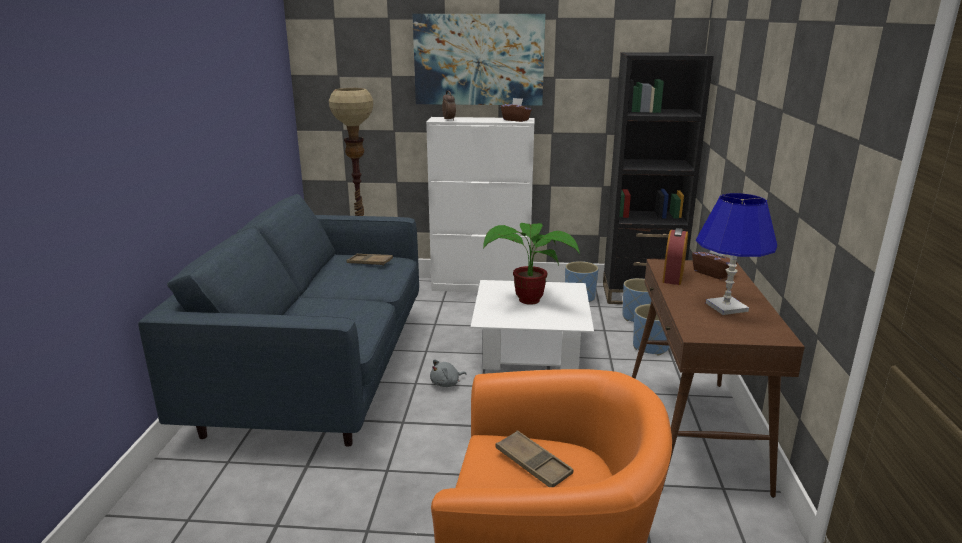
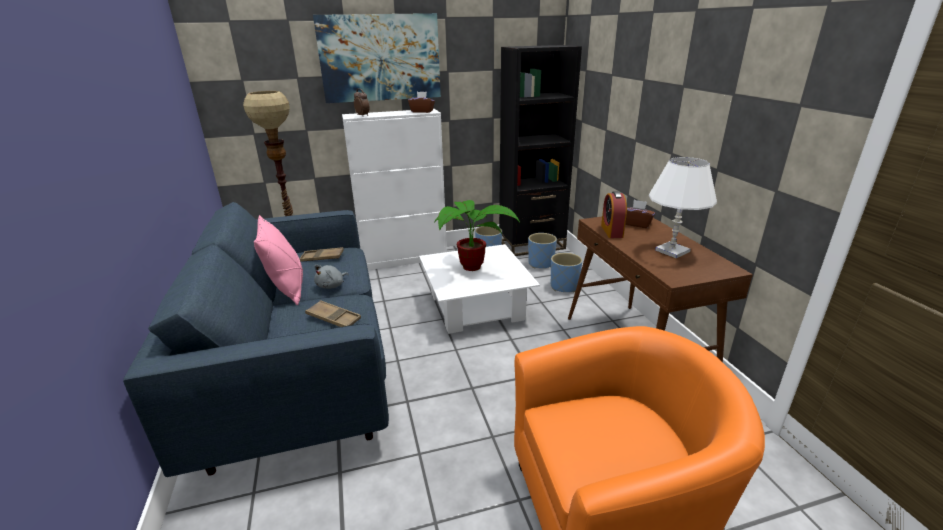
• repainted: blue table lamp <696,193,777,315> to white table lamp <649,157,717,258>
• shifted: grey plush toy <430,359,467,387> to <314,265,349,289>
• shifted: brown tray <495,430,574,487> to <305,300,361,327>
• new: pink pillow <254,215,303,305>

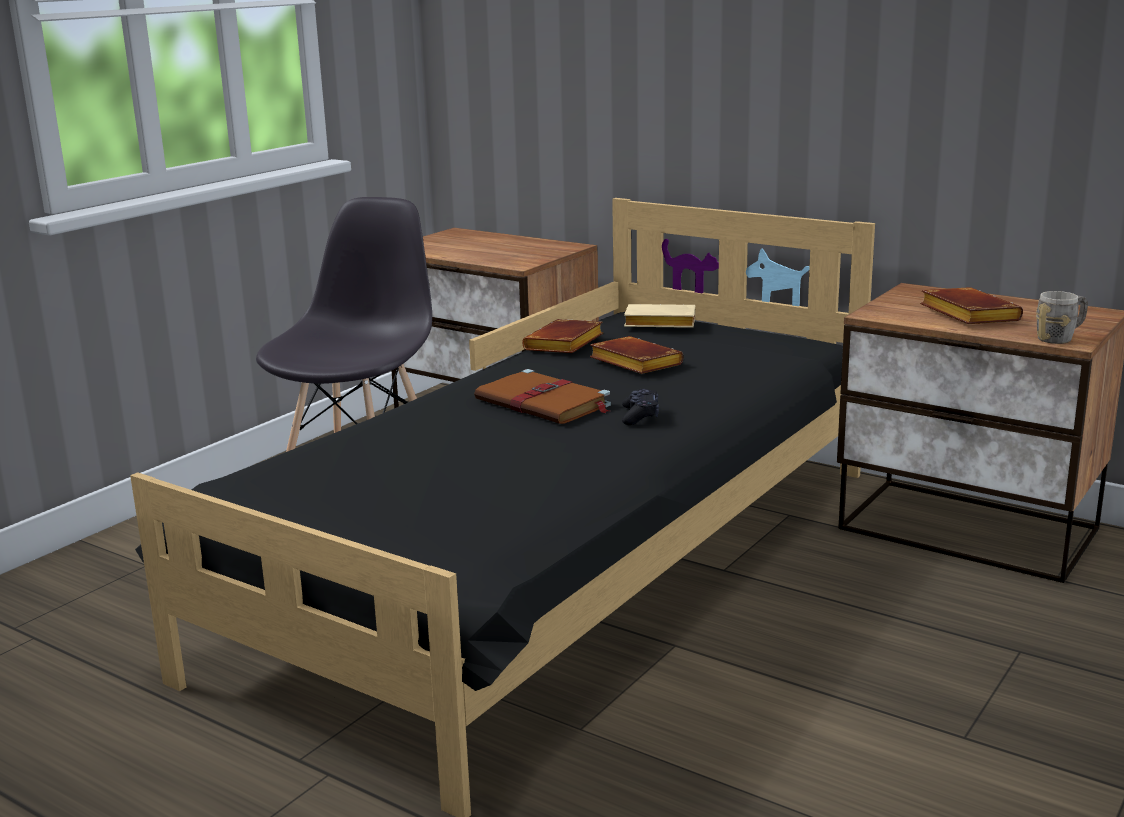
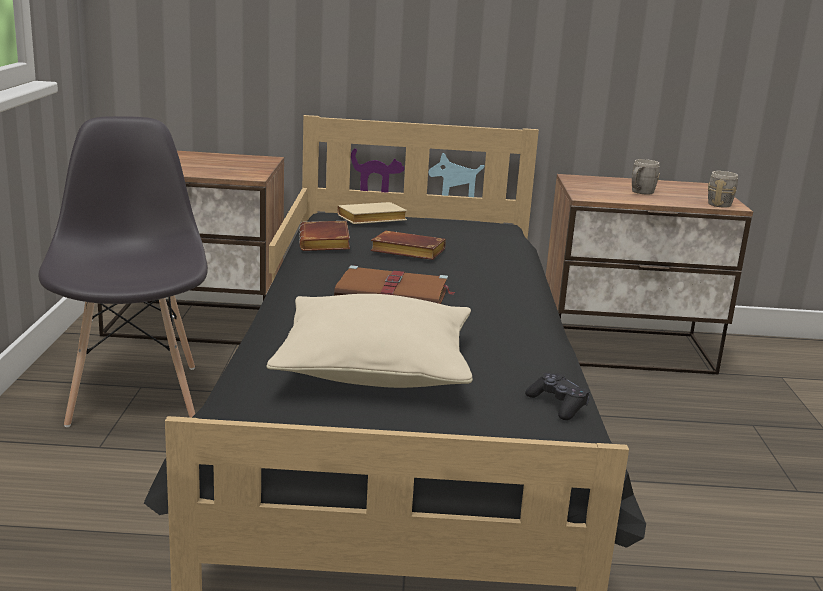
• swapped: brown book <920,287,1023,324> to grey mug <632,159,660,195>
• shifted: black game controller <622,389,659,425> to <525,373,590,420>
• new: beige pillow <267,294,473,388>

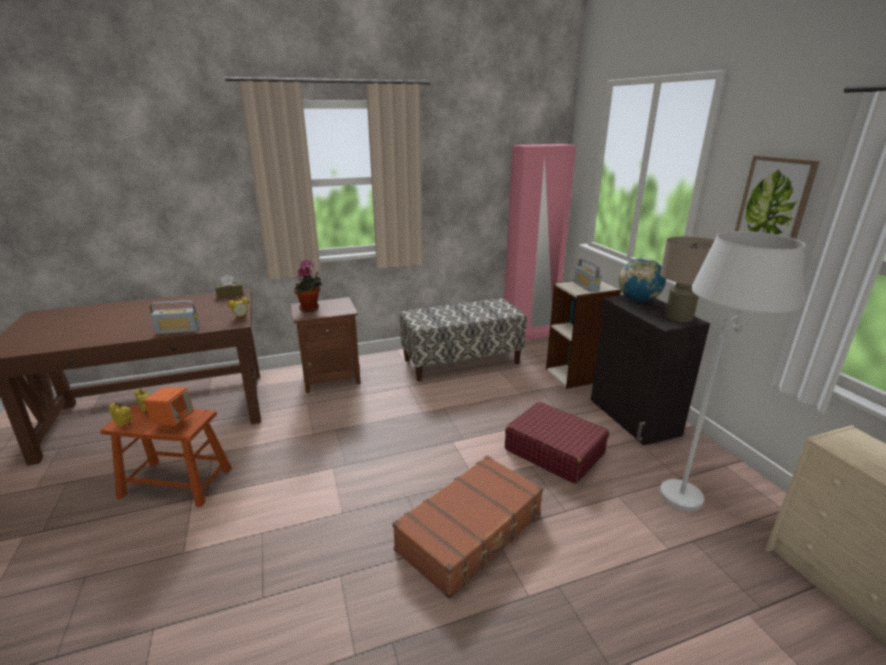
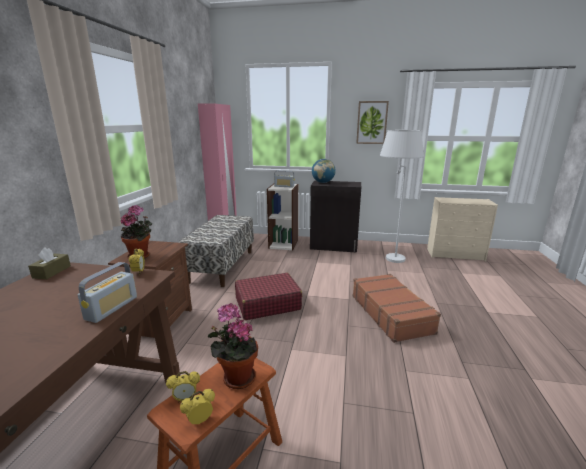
• gone: beige table lamp <660,237,715,322>
• swapped: orange speaker <143,387,194,431> to potted plant <208,303,258,389>
• shifted: red suitcase <505,402,609,484> to <235,273,302,320>

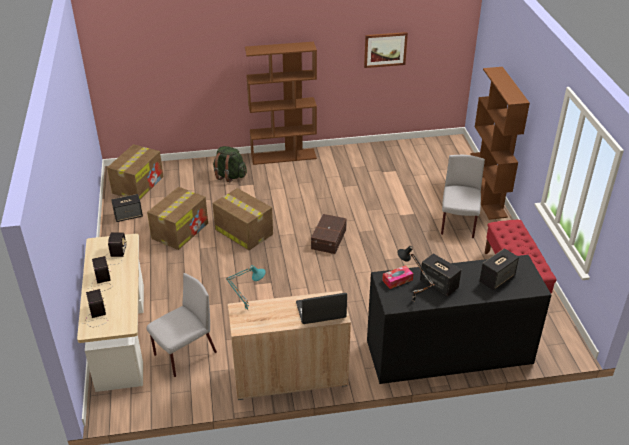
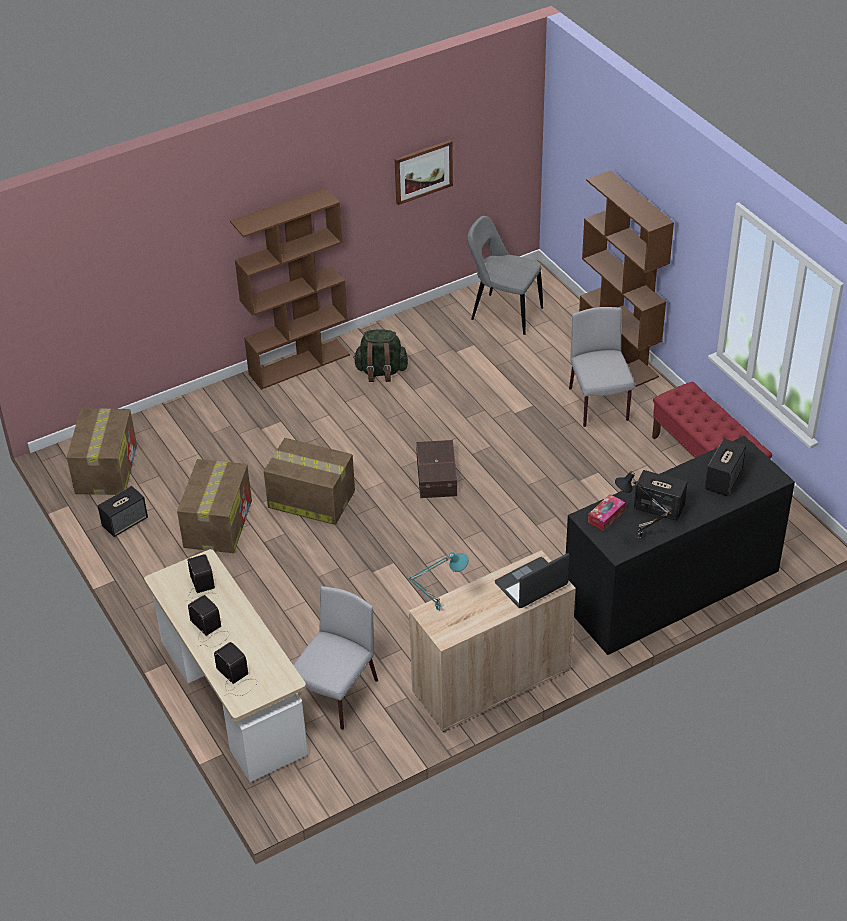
• shifted: green backpack <213,146,247,182> to <353,329,408,382>
• new: grey chair <467,216,543,335>

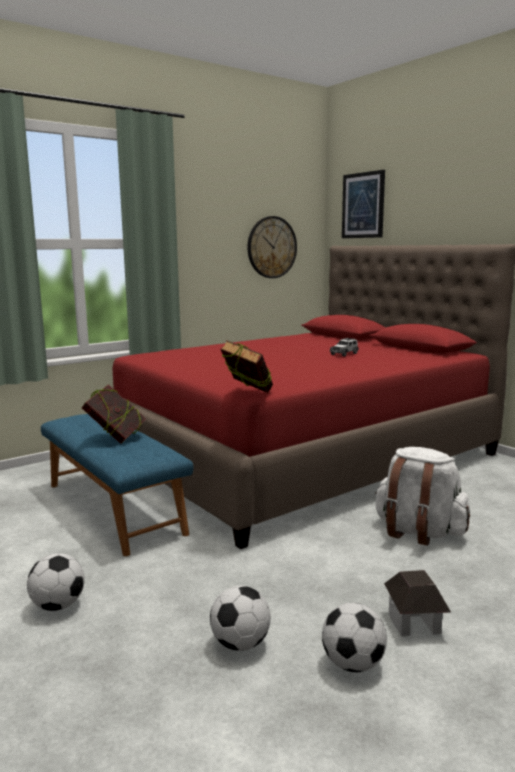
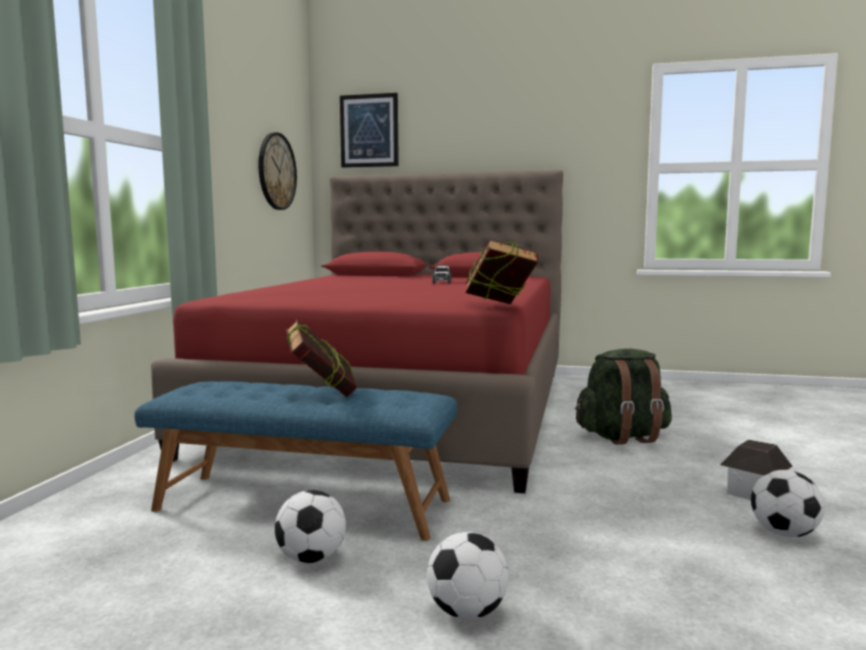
• repainted: white backpack <375,447,470,546> to green backpack <575,349,672,445>
• shifted: football <210,586,271,651> to <275,490,346,563>

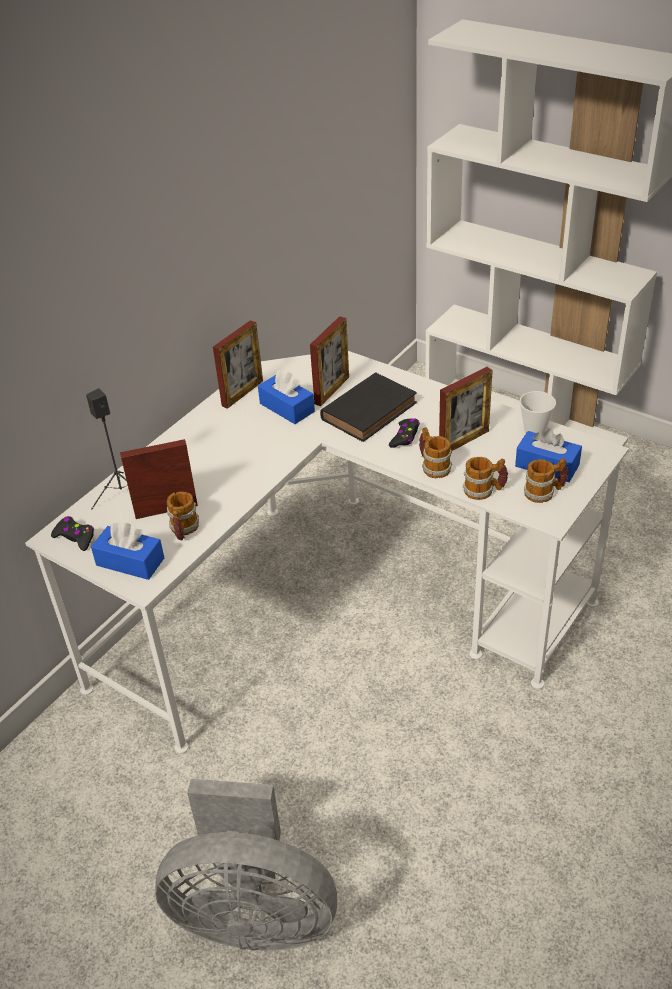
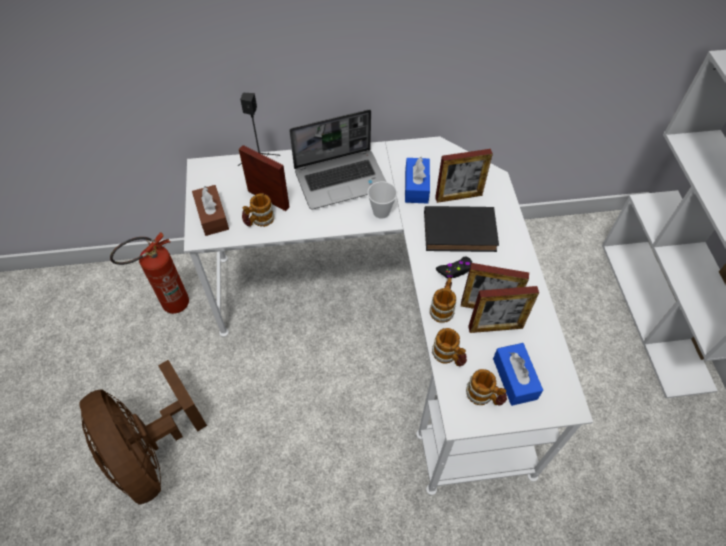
• shifted: picture frame <213,320,263,409> to <468,286,539,333>
• shifted: cup <519,391,556,434> to <367,181,397,219>
• gone: black game controller <51,516,94,551>
• repainted: blue tissue box <91,522,164,580> to brown tissue box <192,185,229,236>
• repainted: grey fan <155,779,337,951> to brown fan <80,360,207,505>
• new: laptop <289,109,386,209>
• new: fire extinguisher <110,232,189,314>

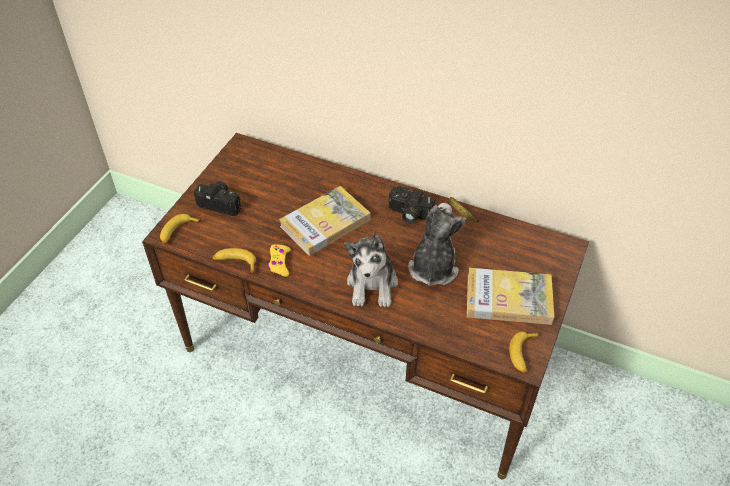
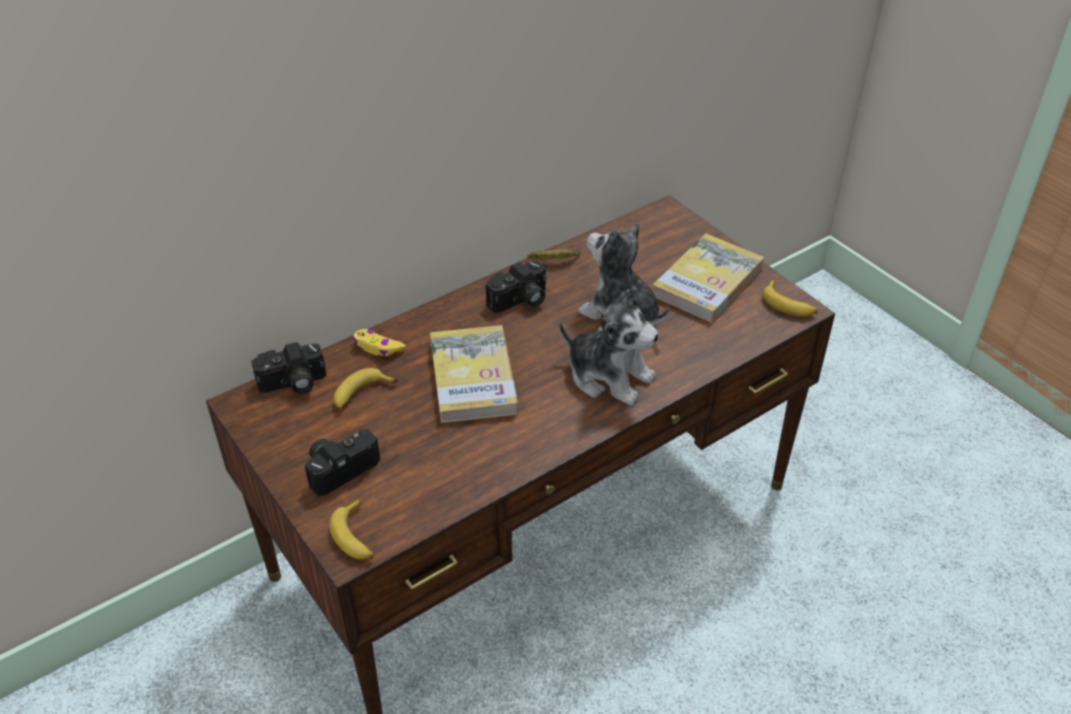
• shifted: yellow game controller <268,244,291,277> to <353,329,406,356>
• shifted: banana <212,248,256,273> to <333,368,397,410>
• new: photo camera <251,342,327,394>

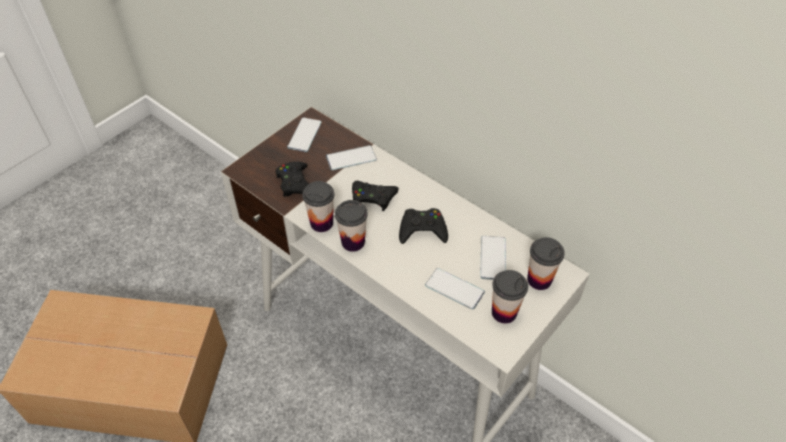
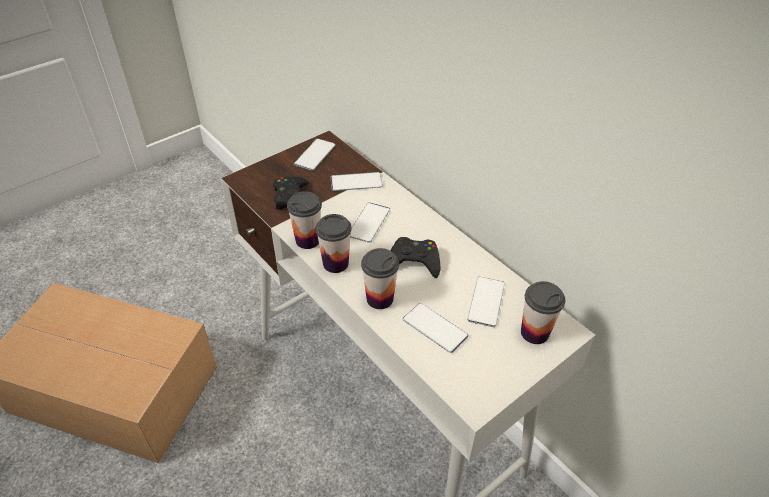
• swapped: black game controller <352,181,399,211> to phone <350,202,390,243>
• shifted: cup <492,270,528,324> to <361,248,399,309>

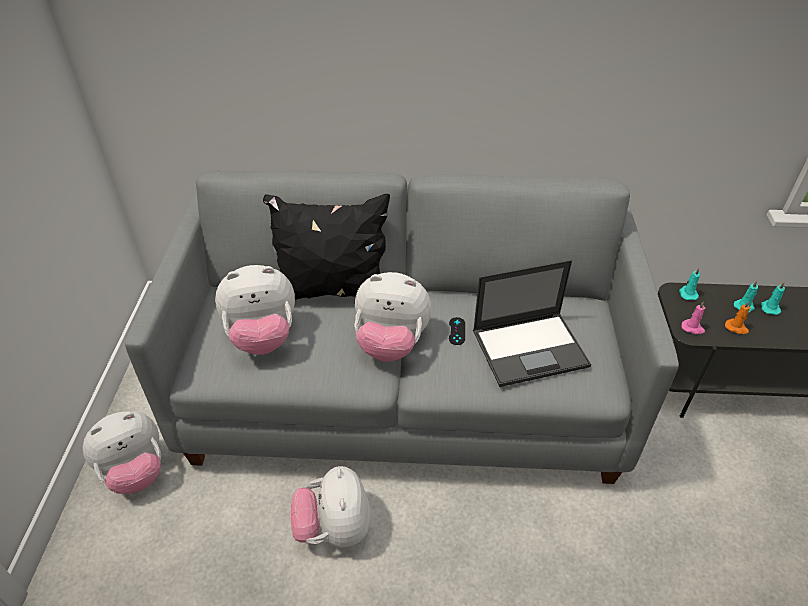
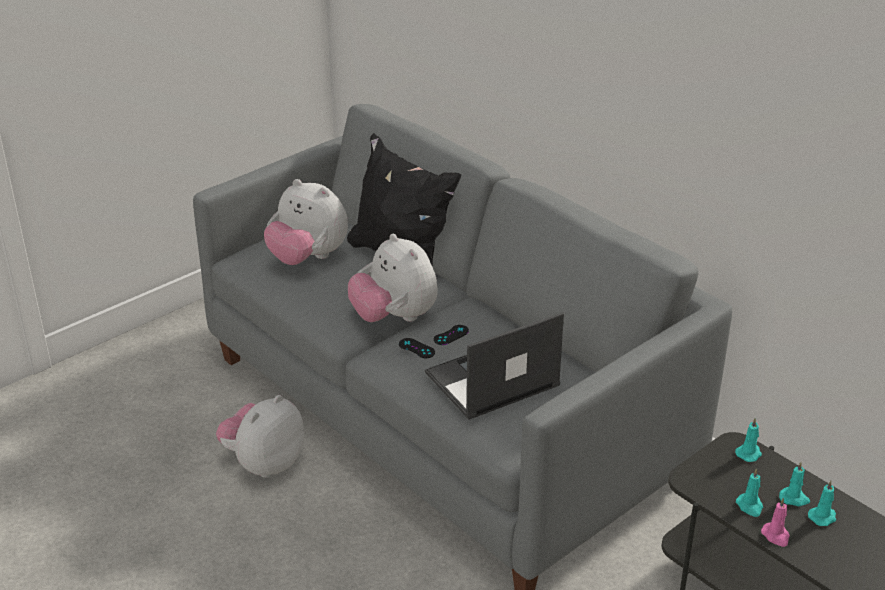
• rotated: laptop <473,260,591,387> = <425,312,564,420> 120 degrees clockwise
• shifted: pink candle <682,301,705,334> to <761,498,790,547>
• repainted: orange candle <725,301,750,334> to turquoise candle <736,468,763,517>
• gone: plush toy <83,411,161,494>
• new: black game controller <399,338,435,358>

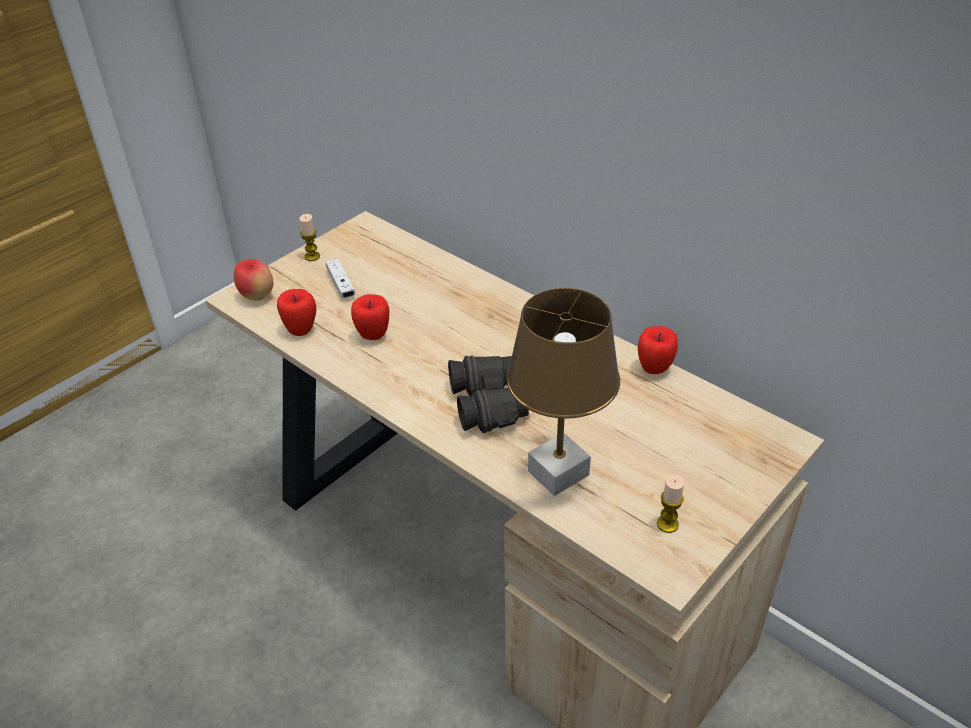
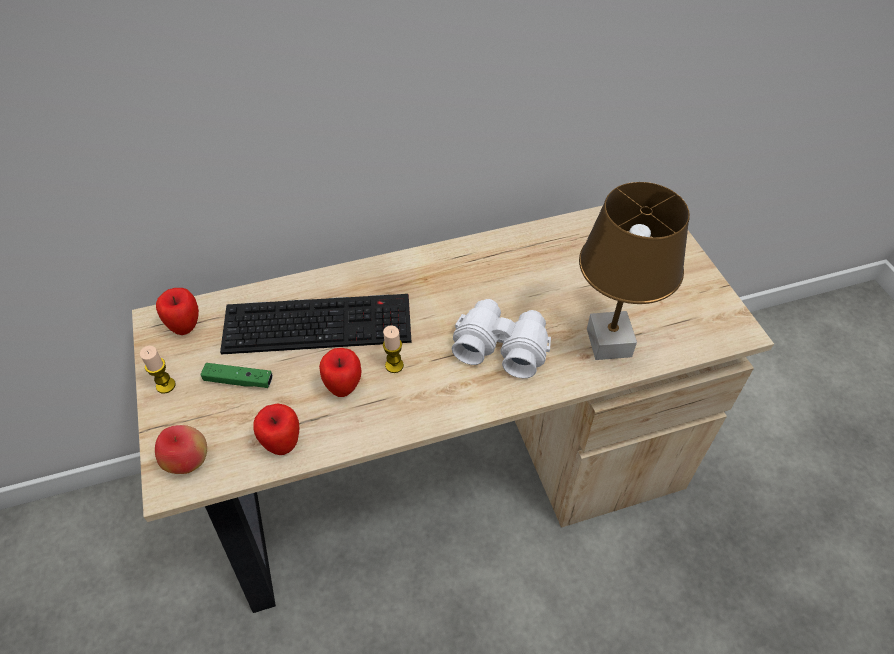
• repainted: white game controller <326,258,355,298> to green game controller <201,363,273,388>
• shifted: apple <638,326,678,374> to <156,288,199,335>
• repainted: black binoculars <448,355,529,433> to white binoculars <452,299,551,378>
• shifted: candle <657,474,684,533> to <383,325,404,373>
• new: keyboard <220,294,412,355>

